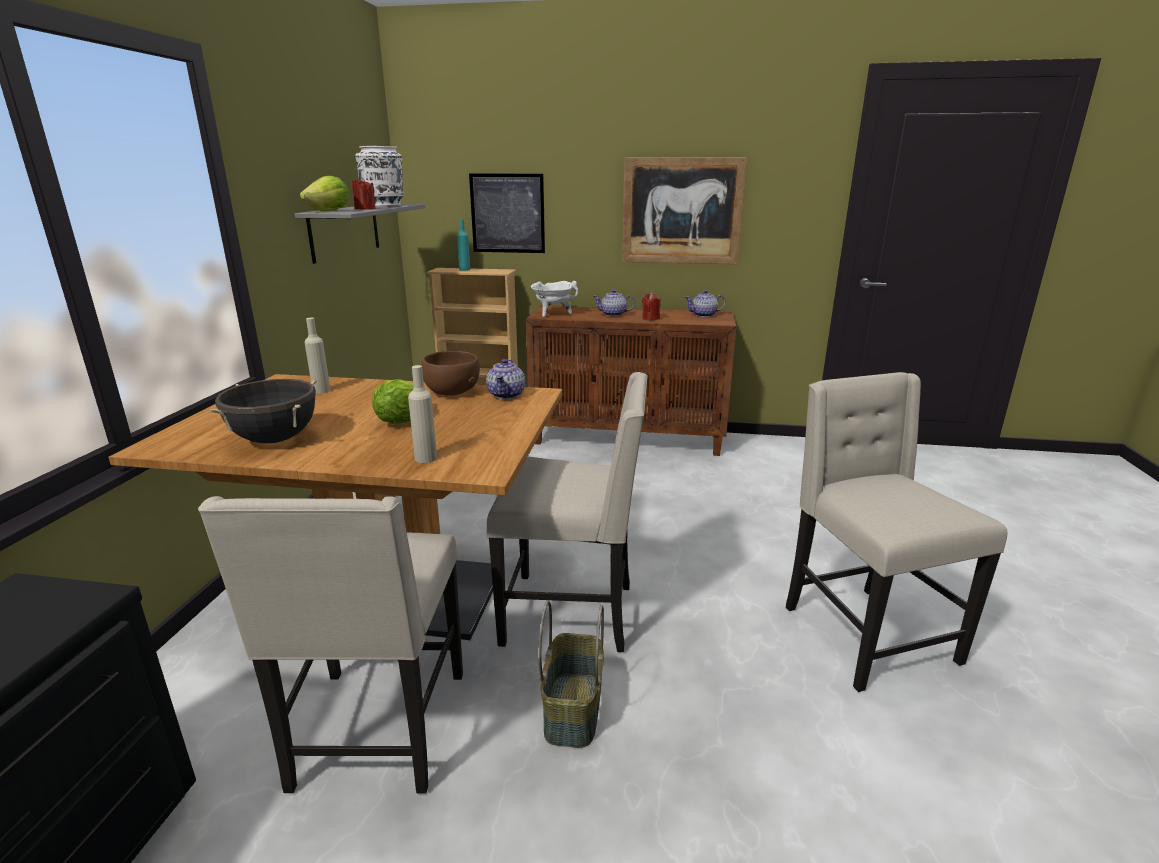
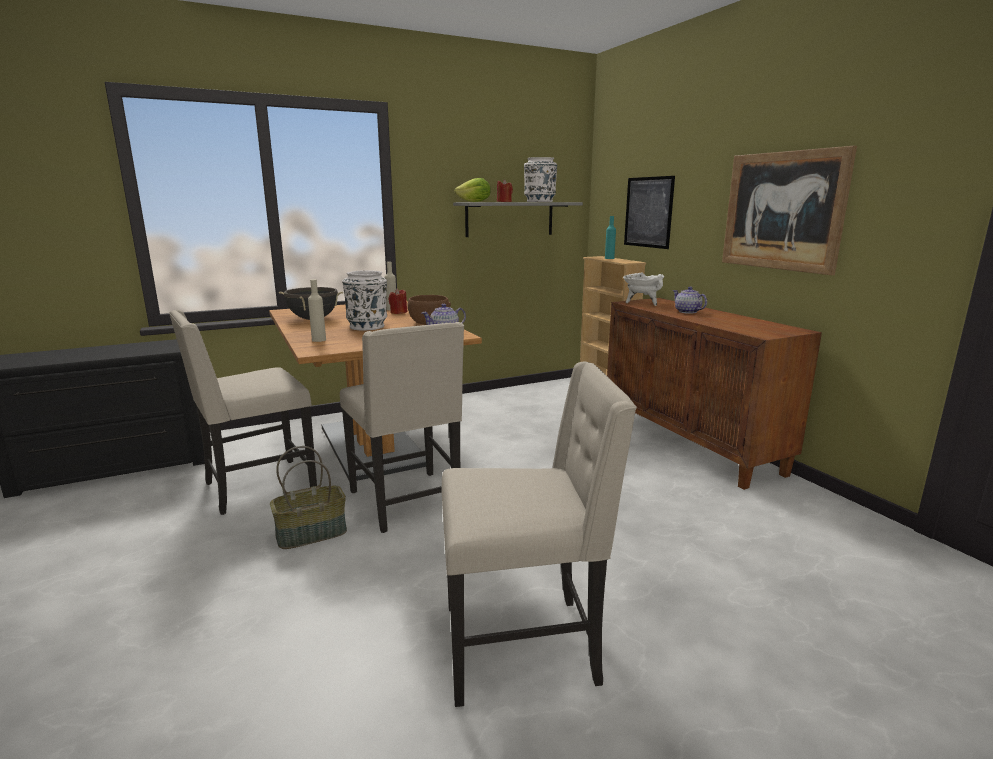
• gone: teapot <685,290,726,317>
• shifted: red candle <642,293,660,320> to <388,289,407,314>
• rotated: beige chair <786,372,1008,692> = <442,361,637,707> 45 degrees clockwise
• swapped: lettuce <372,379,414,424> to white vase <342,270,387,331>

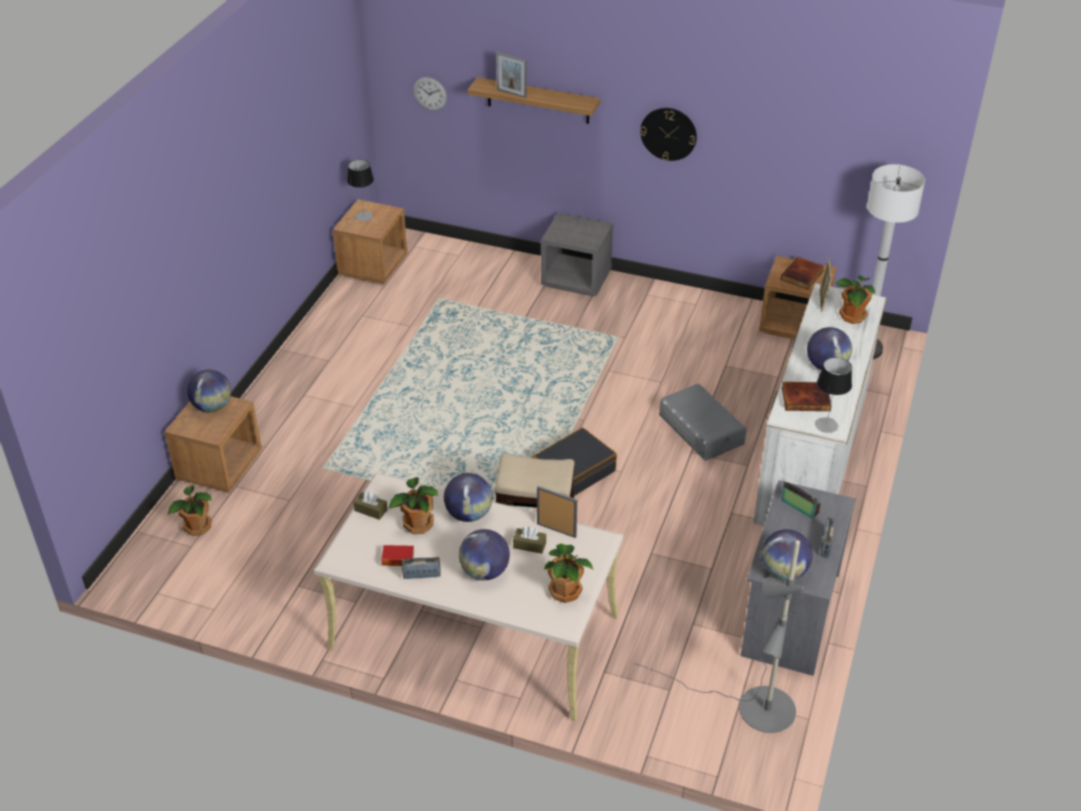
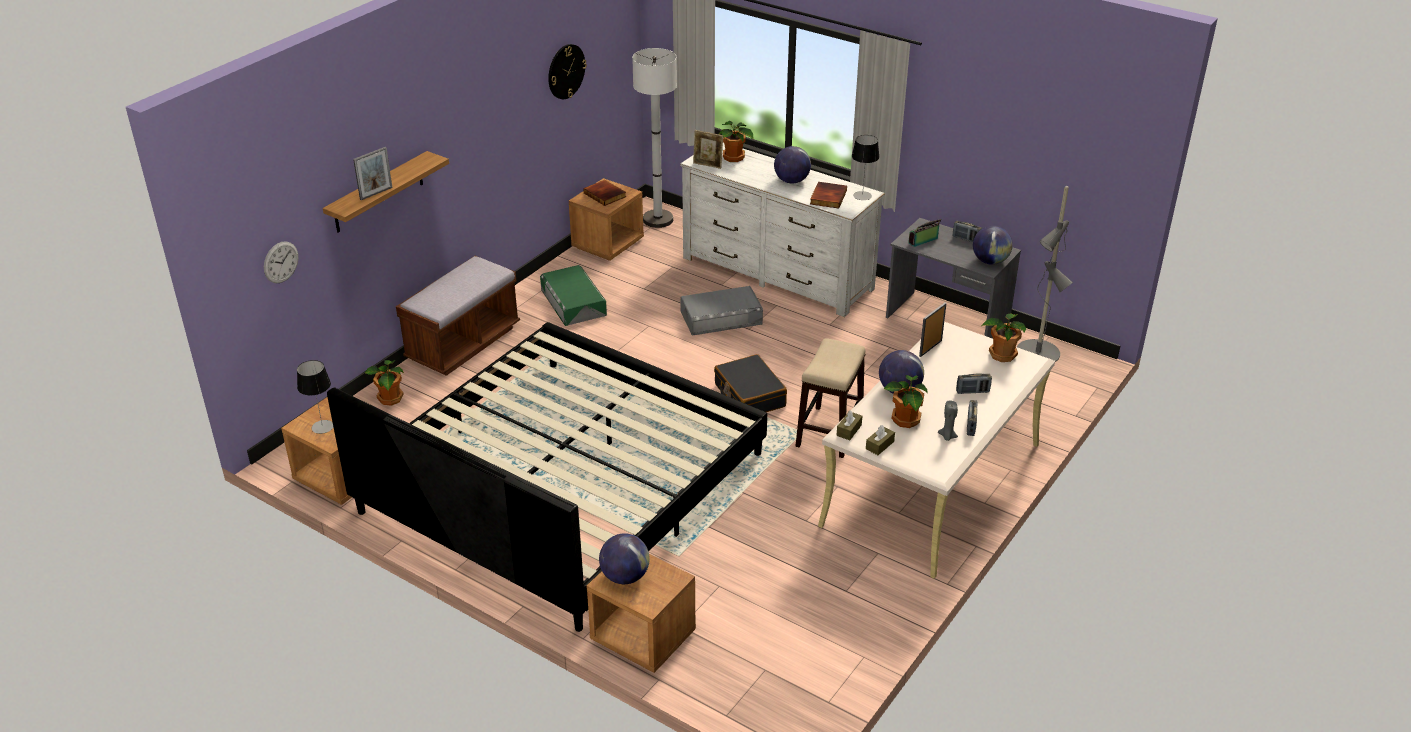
• shifted: wall clock <640,108,697,161> to <548,44,587,99>
• swapped: grey nightstand <541,213,613,296> to brown bench <396,256,520,376>
• shifted: potted plant <168,485,212,536> to <365,360,404,406>
• shifted: brown tissue box <513,527,546,554> to <836,410,862,440>
• swapped: globe <459,529,510,580> to radio <956,373,992,394>
• swapped: book <381,545,414,566> to grey candle <938,401,958,441>
• new: green storage box <540,265,607,326>
• new: bed <327,322,767,632>

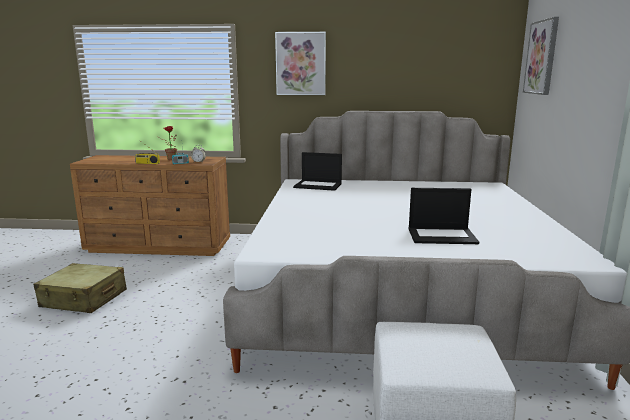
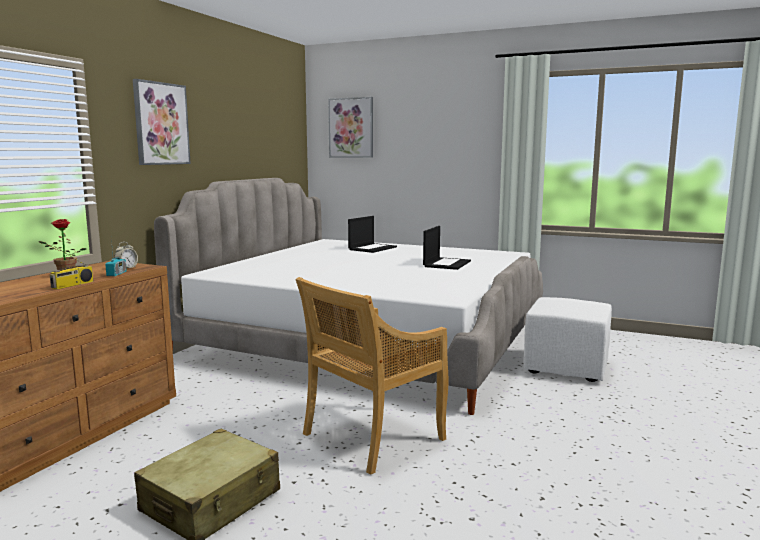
• shifted: laptop <293,152,342,191> to <348,216,397,253>
• new: beige chair <296,277,449,475>

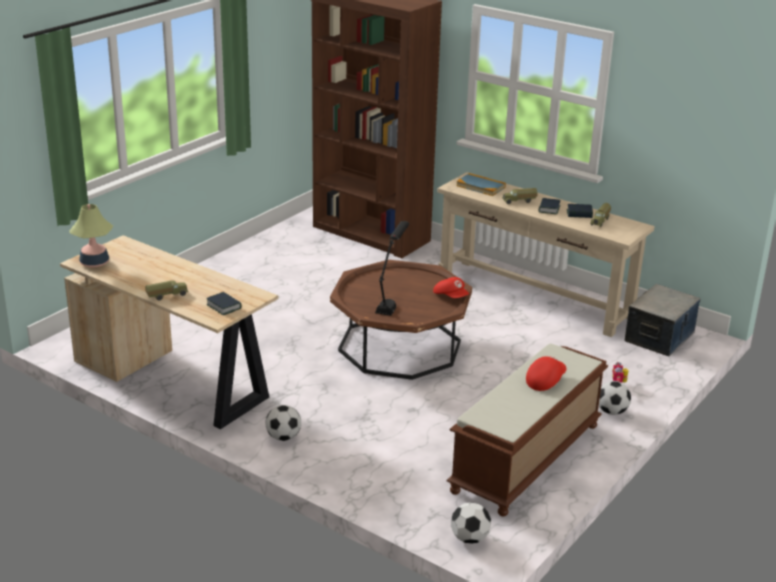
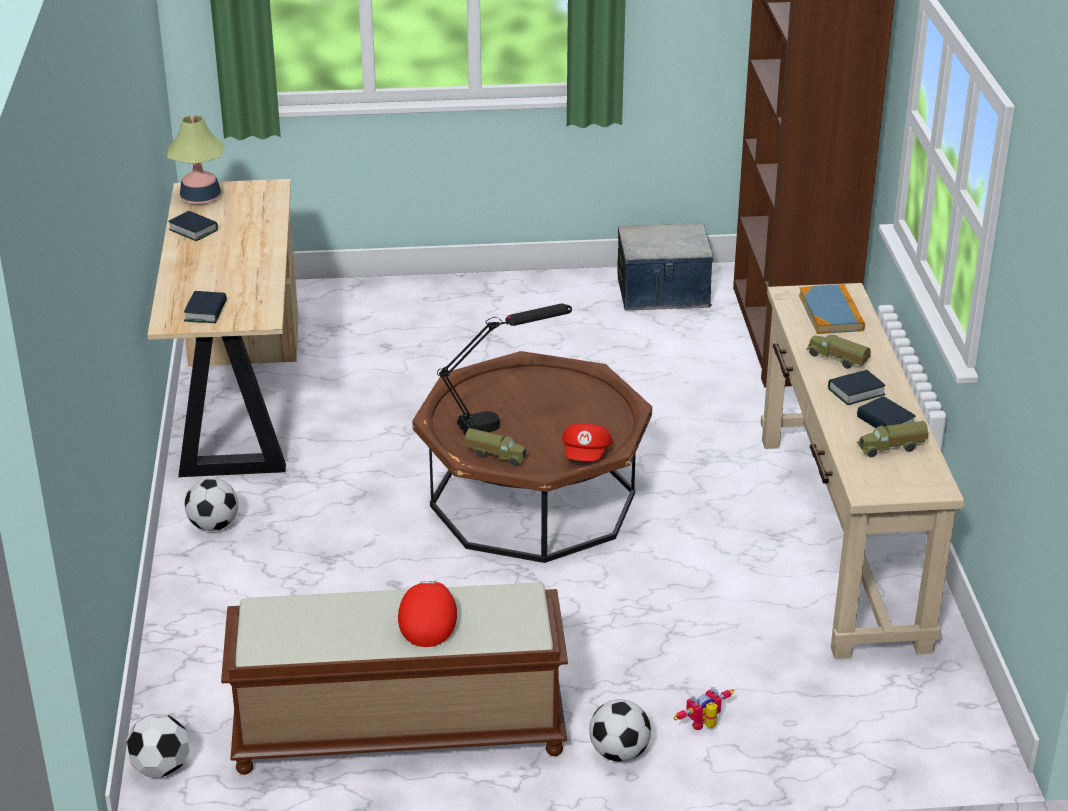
• shifted: toy truck <145,280,188,301> to <465,428,529,466>
• shifted: storage box <625,284,701,356> to <617,224,713,310>
• rotated: red cap <526,356,566,391> = <398,581,457,647> 90 degrees counterclockwise
• new: book <168,211,218,241>

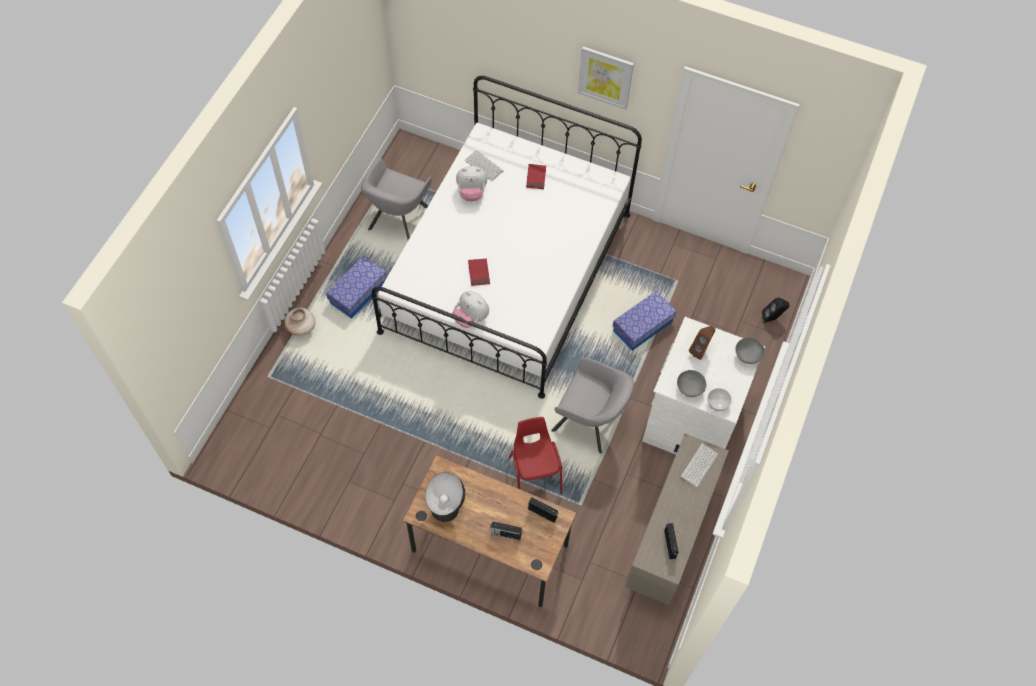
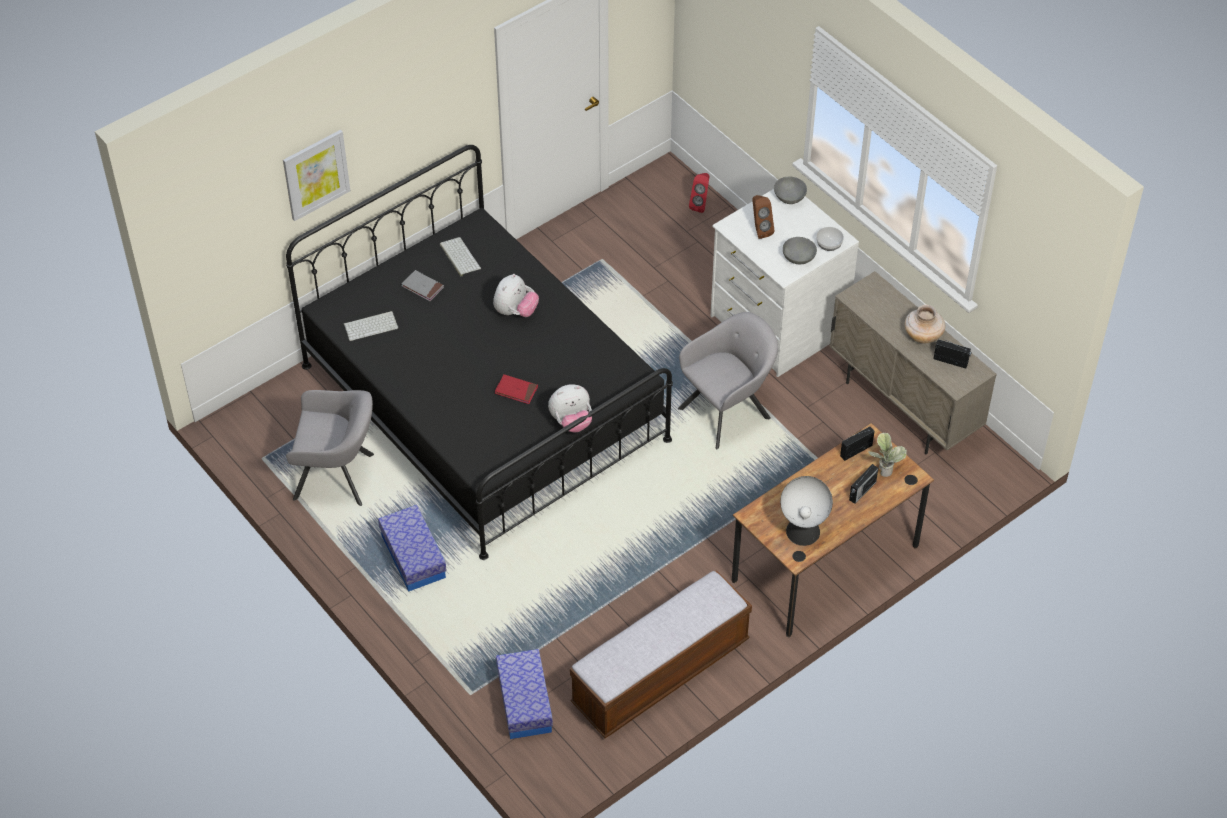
• shifted: picture <578,46,634,110> to <283,130,350,221>
• repainted: white bed <372,76,642,399> to black bed <286,145,673,560>
• rotated: grey armchair <361,159,432,240> = <286,390,374,506> 45 degrees counterclockwise
• repainted: red book <526,164,546,189> to grey book <402,270,444,301>
• shifted: plush toy <456,166,487,202> to <493,274,539,317>
• shifted: storage box <613,291,677,351> to <496,649,553,739>
• repainted: black speaker <762,298,789,323> to red speaker <689,173,710,213>
• shifted: beige vase <284,308,315,336> to <905,305,945,343>
• gone: red chair <509,417,562,494>
• shifted: keyboard <679,443,718,487> to <440,237,481,277>
• new: potted plant <868,433,907,477>
• new: bench <570,570,752,738>

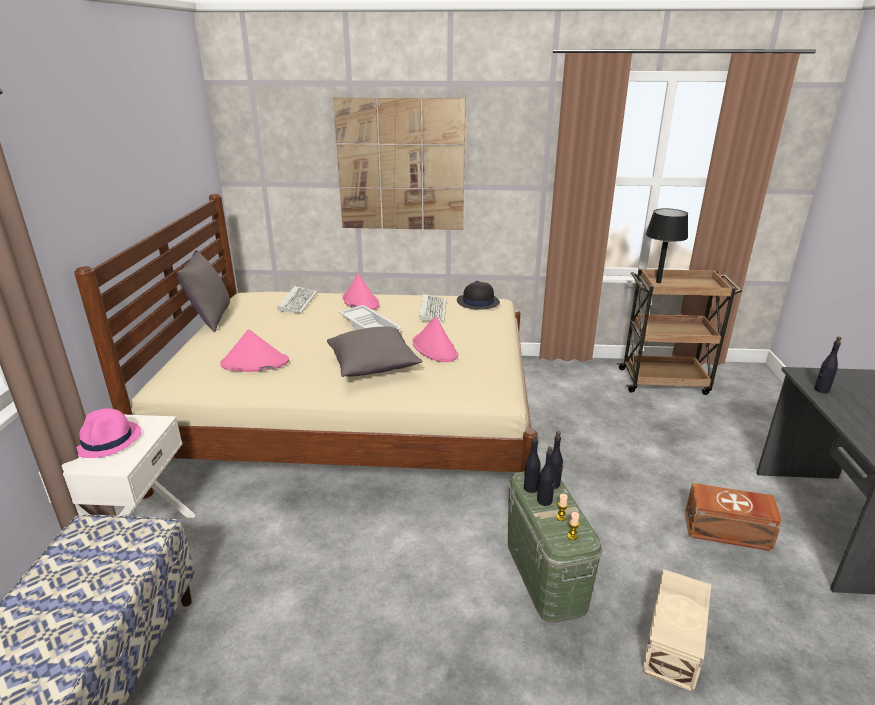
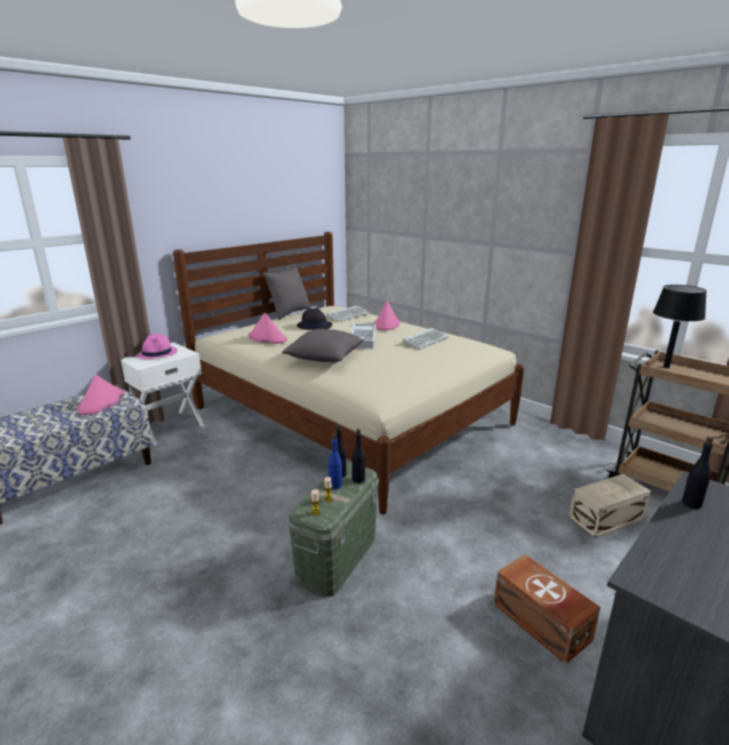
• gone: picture <333,98,466,230>
• shifted: black hat <457,281,500,310> to <297,308,332,330>
• shifted: pink hat <413,316,458,362> to <77,374,124,415>
• repainted: black bottle <537,446,555,506> to blue bottle <328,434,342,489>
• shifted: beige storage box <642,569,711,692> to <569,474,651,538>

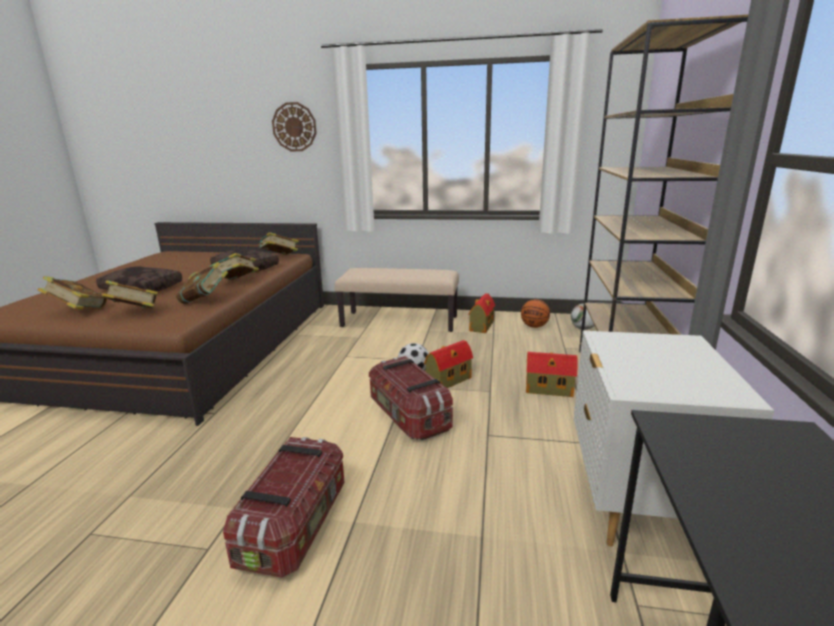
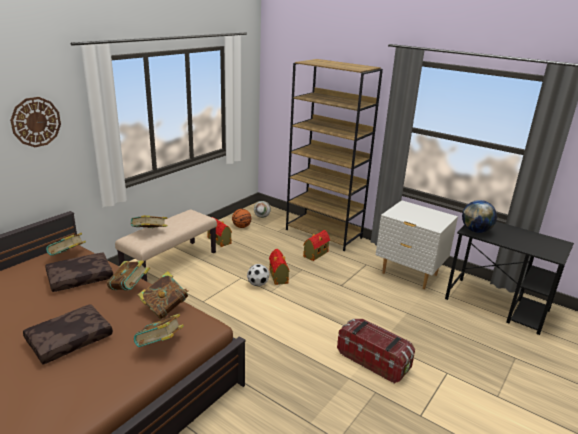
• shifted: book <38,276,107,309> to <130,215,167,228>
• gone: storage box <369,356,453,440>
• new: globe <462,200,497,233>

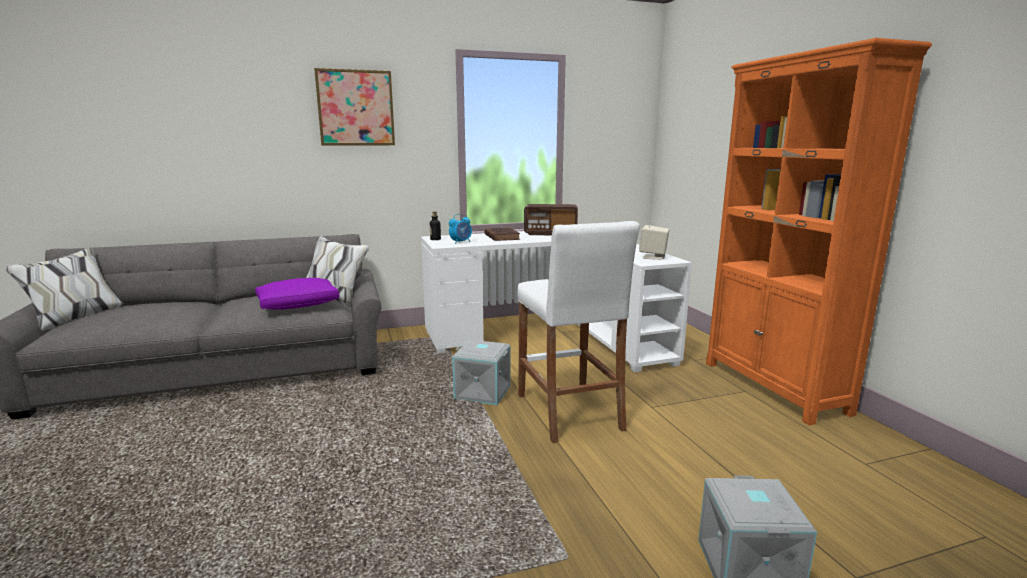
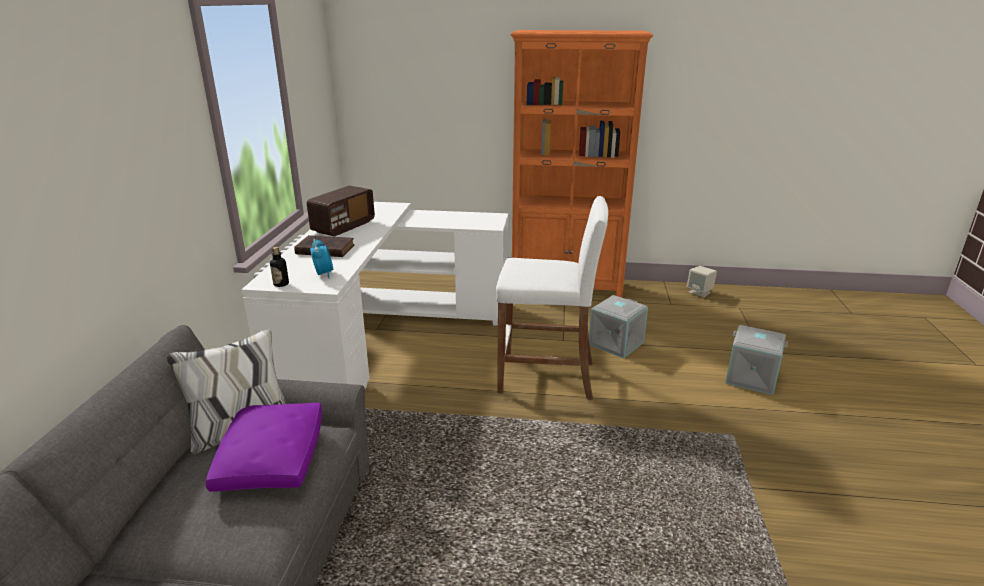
• gone: picture <314,68,395,146>
• shifted: beige speaker <639,225,669,260> to <687,266,717,297>
• shifted: grey storage box <452,340,510,405> to <589,295,648,358>

